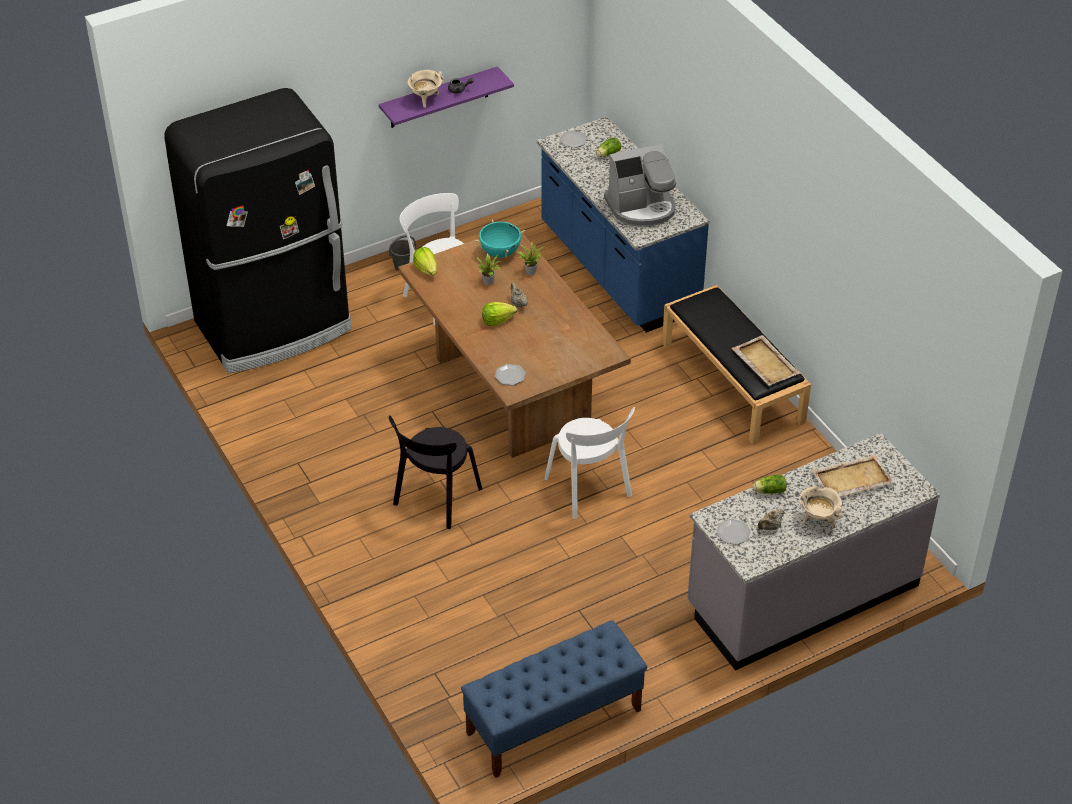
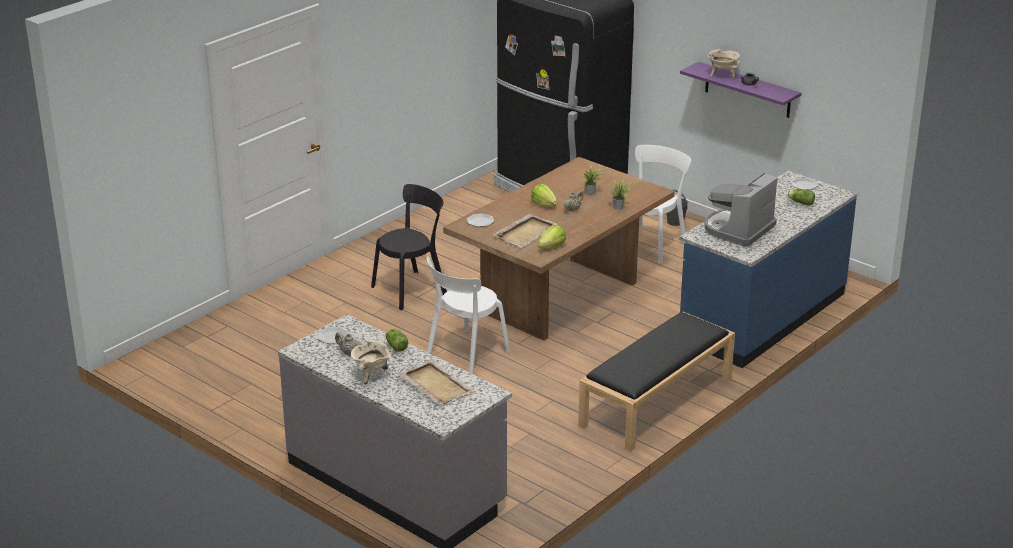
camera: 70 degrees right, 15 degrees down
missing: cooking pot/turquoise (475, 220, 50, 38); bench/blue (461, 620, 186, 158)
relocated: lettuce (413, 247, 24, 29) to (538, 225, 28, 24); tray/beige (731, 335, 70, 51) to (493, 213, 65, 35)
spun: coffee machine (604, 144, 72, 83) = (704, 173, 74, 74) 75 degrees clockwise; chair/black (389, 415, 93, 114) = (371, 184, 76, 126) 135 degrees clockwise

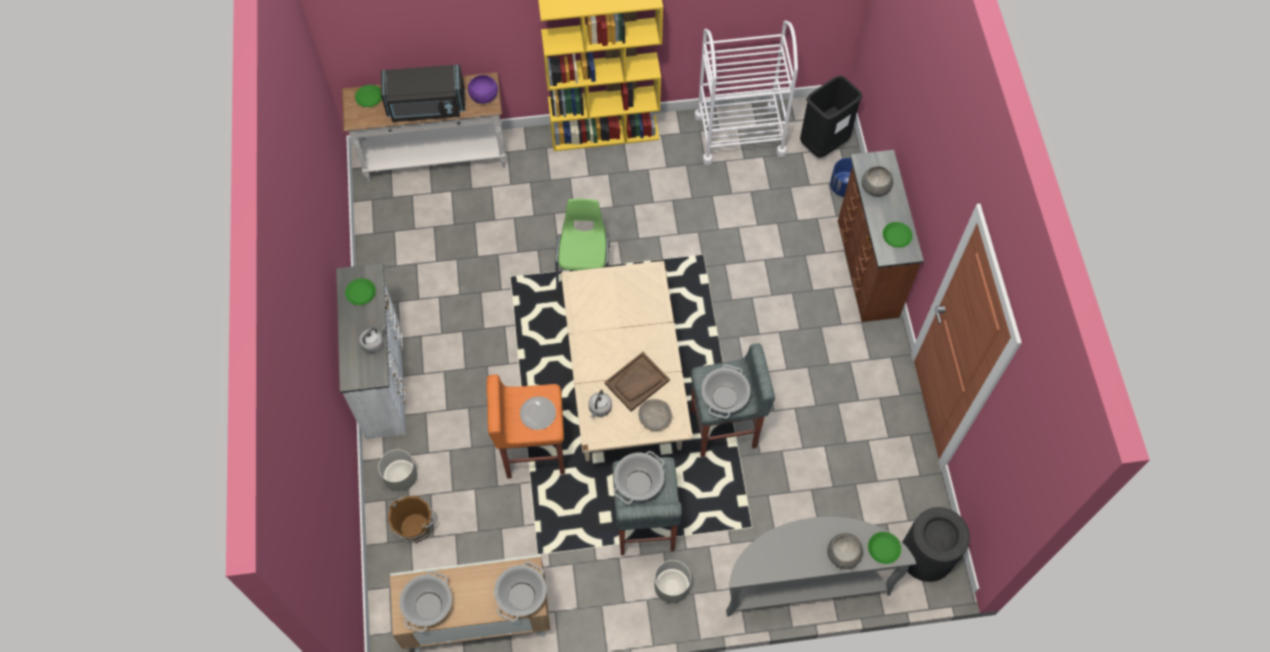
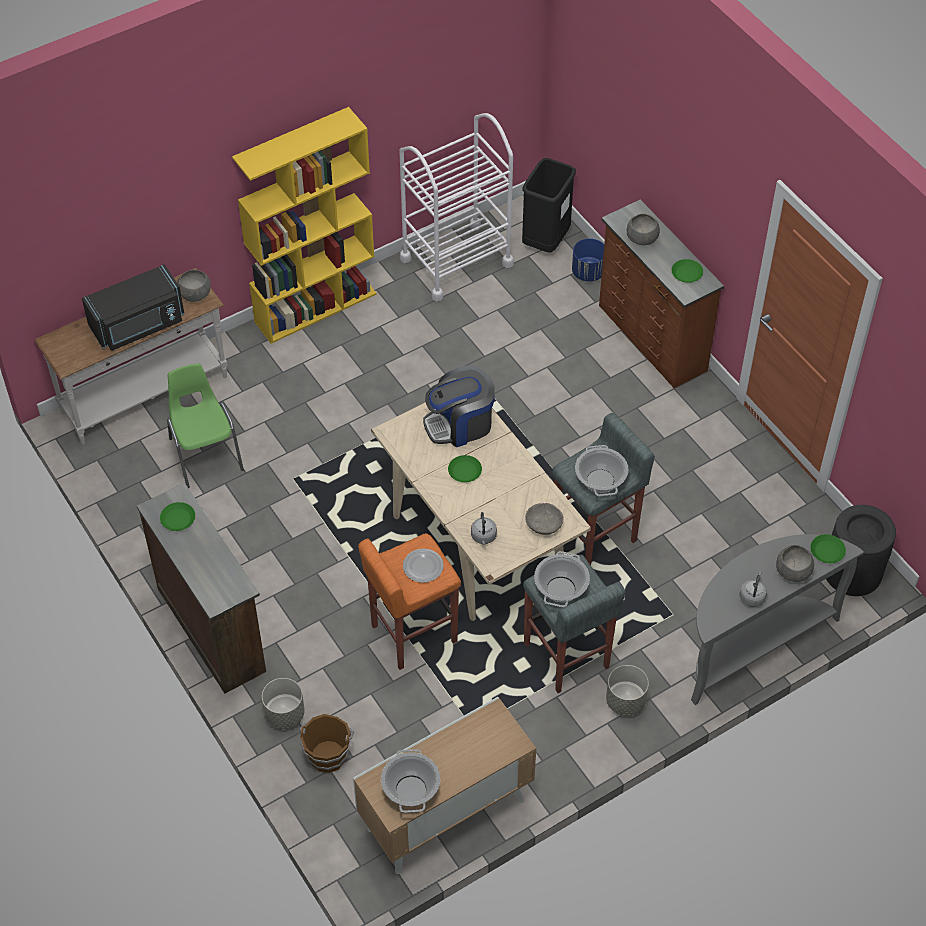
camera: 25 degrees left, 10 degrees down
missing: tray/brown (605, 352, 65, 60); cooking pot (494, 561, 52, 61)
appeared: coffee machine (423, 365, 71, 82)
relocated: plate/green (355, 85, 27, 22) to (448, 455, 34, 27); chair/green (555, 198, 55, 97) to (167, 363, 77, 125); kettle/grey (359, 326, 26, 27) to (740, 572, 27, 35)
colour: bowl/purple (468, 75, 30, 29) to bowl/grey (177, 270, 34, 32); dresser/white (336, 263, 70, 176) to dresser/brown (137, 483, 129, 210)

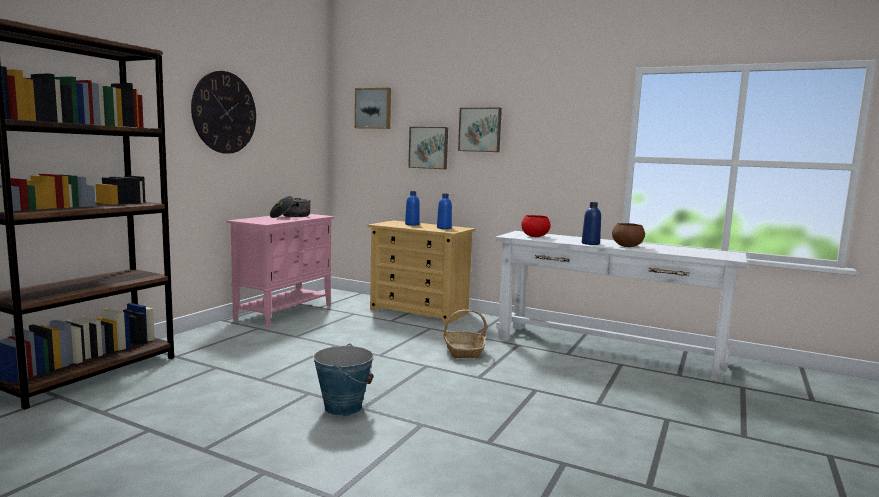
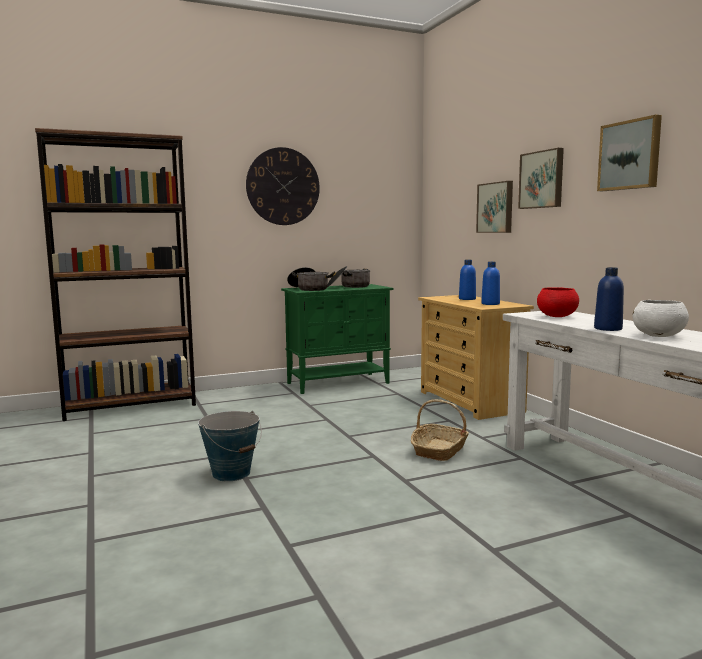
camera: 40 degrees right, 0 degrees up
appeared: cooking pot (287, 267, 47, 24)
relocated: picture (355, 88, 36, 41) to (597, 115, 65, 76)
colour: cabinet/pink (226, 214, 109, 114) to cabinet/green (281, 284, 112, 110); bowl/brown (612, 223, 33, 24) to bowl/white (633, 300, 56, 37)

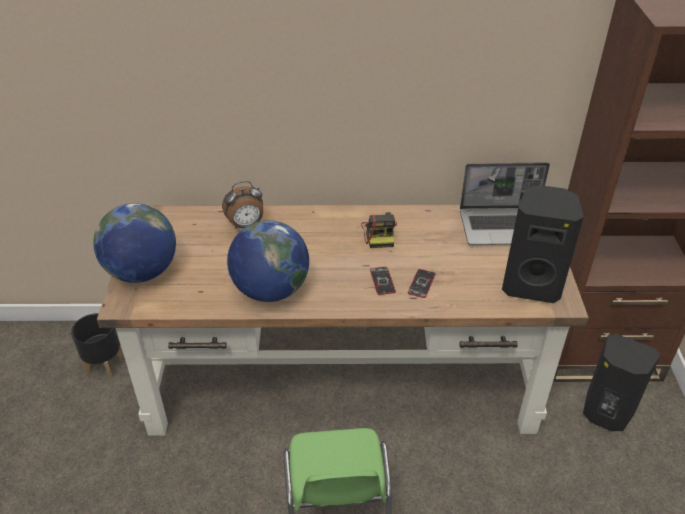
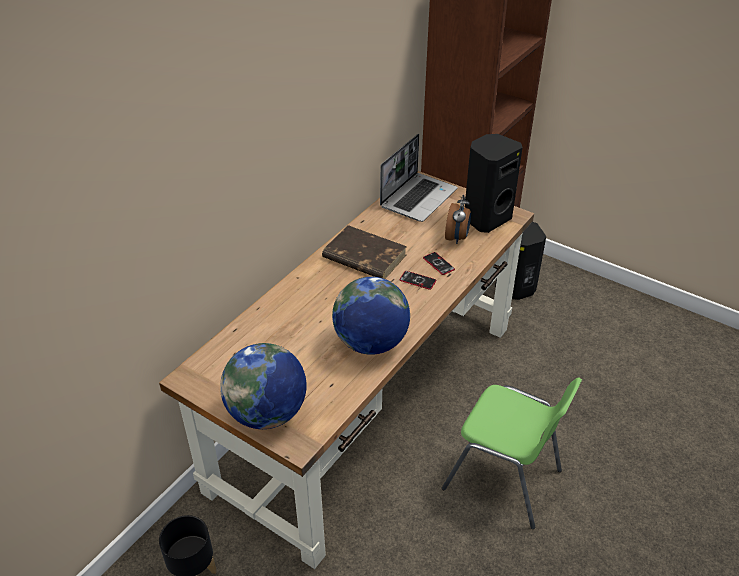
camera: 55 degrees left, 0 degrees up
relocated: alarm clock (222, 181, 41, 48) to (445, 195, 26, 49)
exchanged: photo camera (361, 212, 36, 36) to book/brown (322, 225, 85, 54)

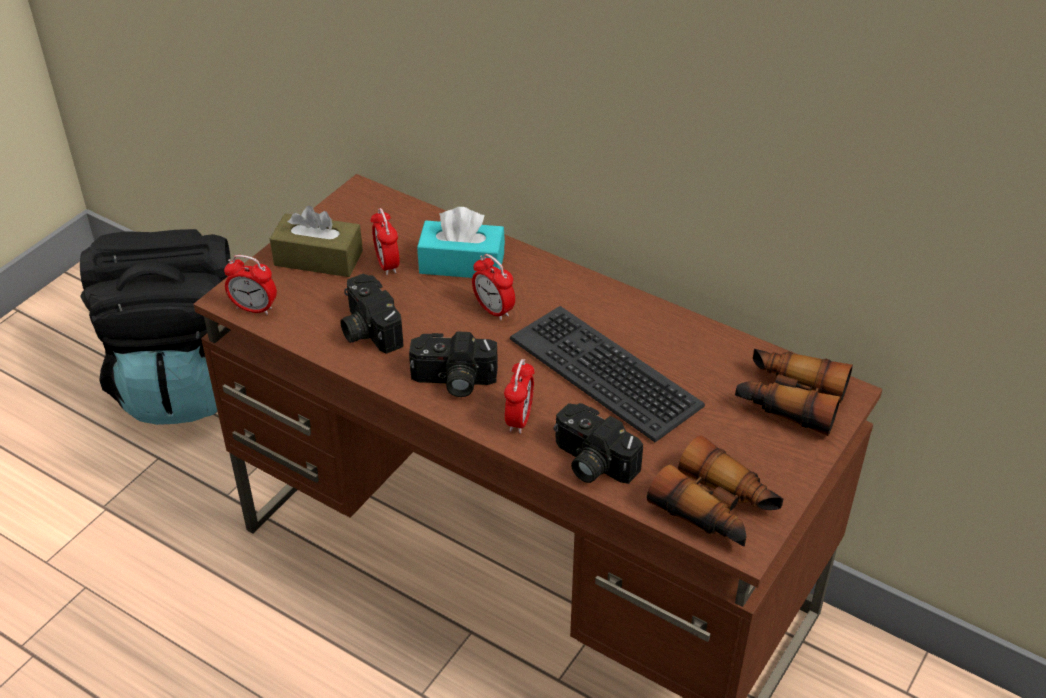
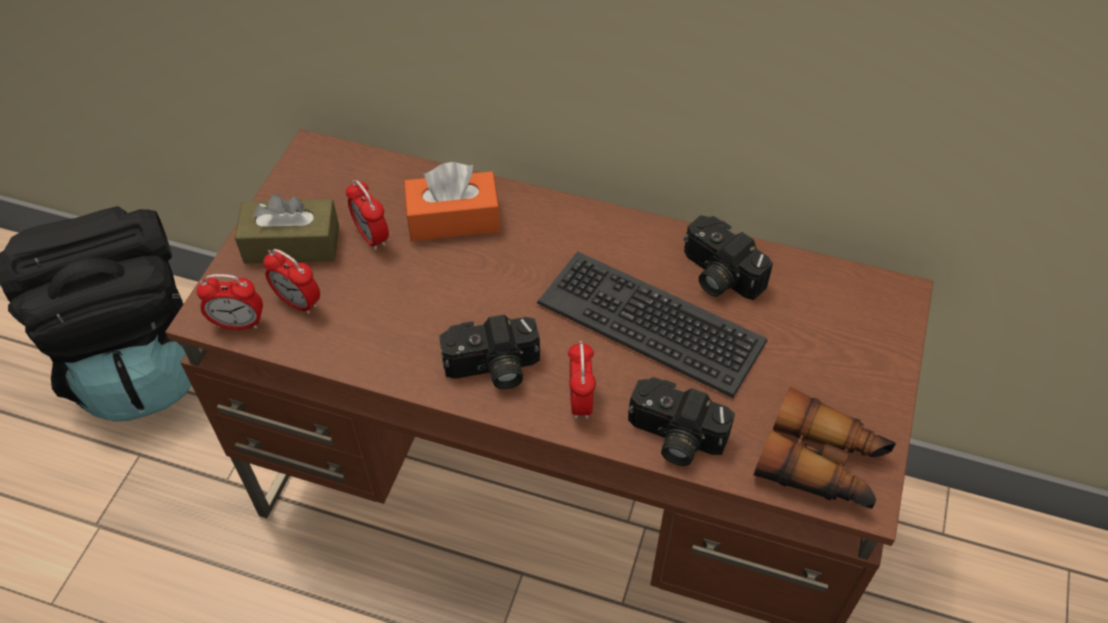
camera: 15 degrees left, 10 degrees up
missing: binoculars (735, 349, 118, 87)
relocated: alarm clock (472, 254, 43, 66) to (263, 249, 57, 65); photo camera (340, 273, 63, 81) to (684, 215, 89, 85)
colour: tissue box/turquoise (417, 207, 88, 71) to tissue box/orange (404, 162, 96, 79)

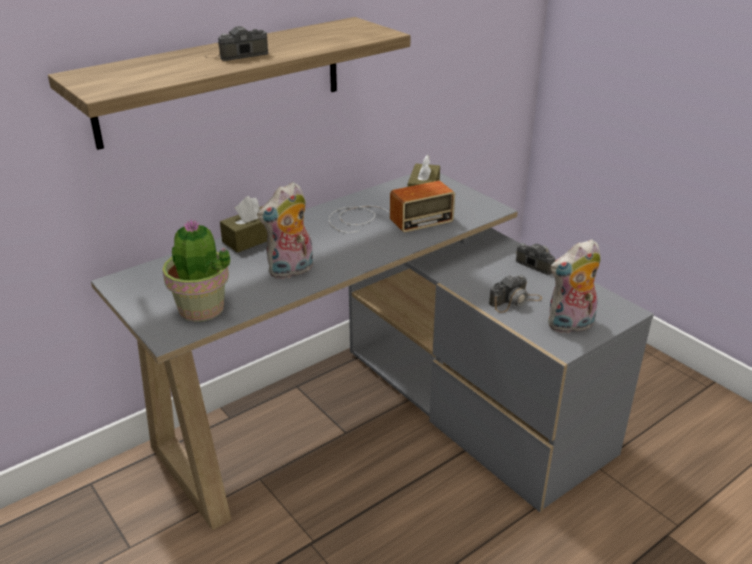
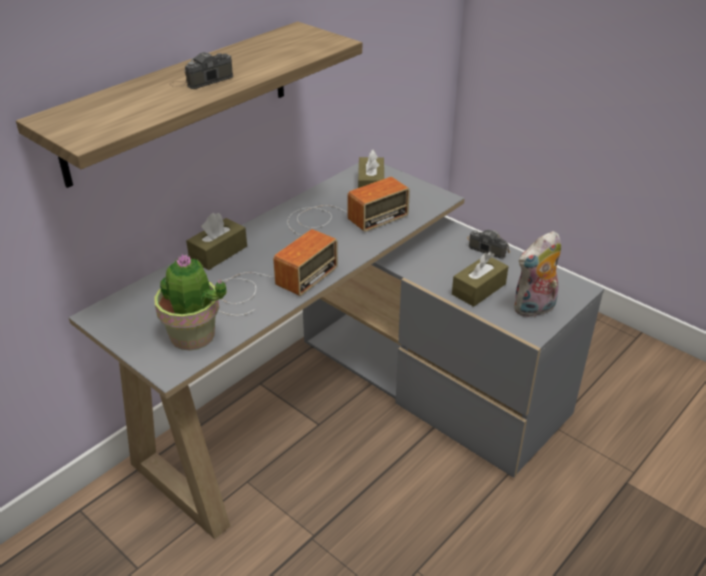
camera: 10 degrees left, 5 degrees up
exchanged: plush toy (257, 182, 56, 97) to radio (214, 229, 124, 87); photo camera (489, 275, 53, 38) to tissue box/brown (452, 252, 57, 55)

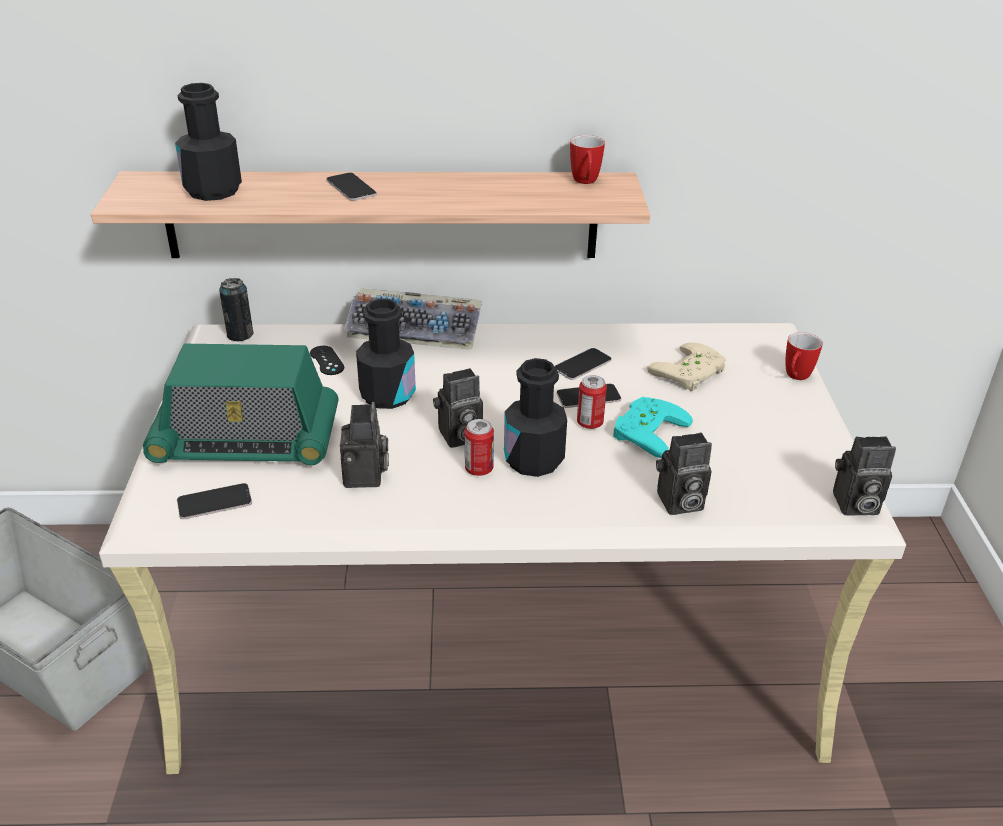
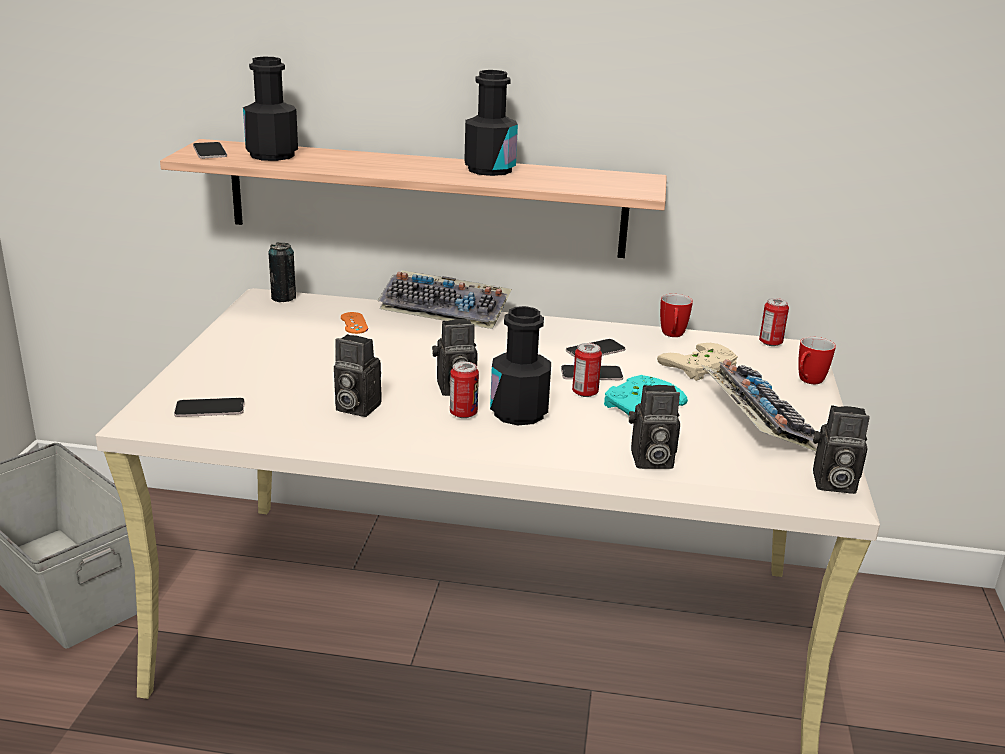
camera: 10 degrees right, 10 degrees down
missing: radio (143, 344, 195, 121)
appeared: can (759, 298, 30, 48); keyboard (702, 359, 115, 92)
relocated: mug (570, 135, 35, 49) to (660, 294, 33, 43); phone (326, 172, 51, 29) to (193, 142, 34, 17); bottle/black (356, 299, 60, 110) to (464, 70, 54, 106)
colour: game controller/black (310, 346, 34, 29) to game controller/orange (341, 312, 27, 22)
spun: photo camera (340, 402, 49, 86) = (334, 334, 48, 83) 105 degrees clockwise

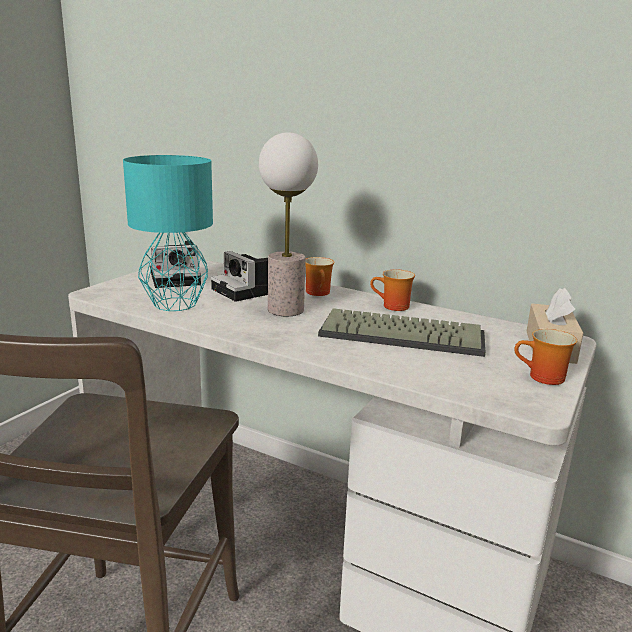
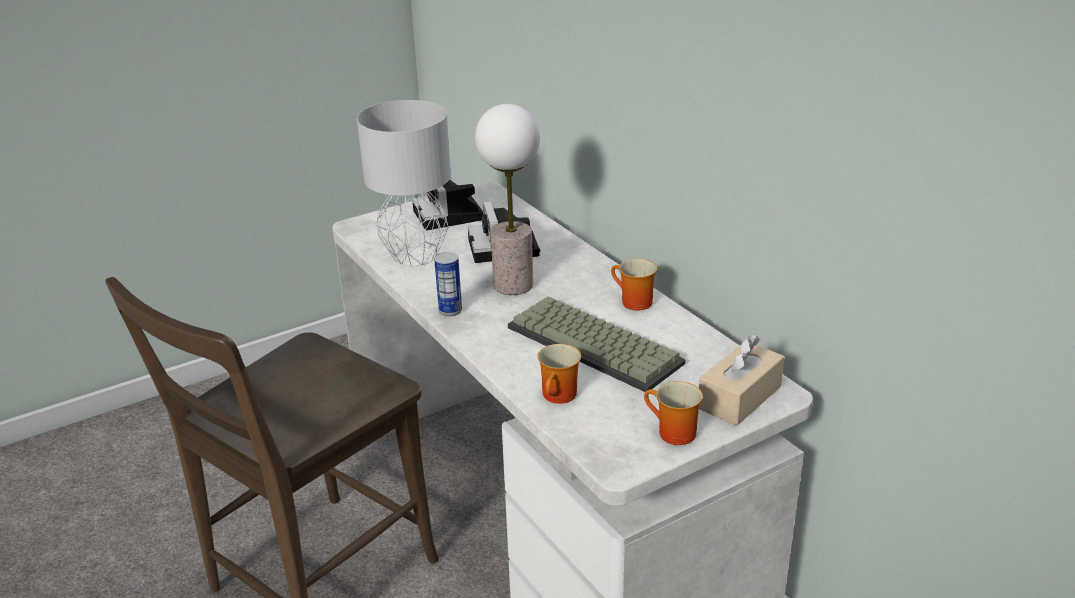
camera: 30 degrees right, 10 degrees up
appeared: can (434, 252, 28, 65)
relocated: mug (305, 257, 30, 39) to (538, 344, 43, 60)
colour: table lamp/turquoise (123, 155, 90, 156) to table lamp/grey (357, 100, 94, 167)
spun: photo camera (150, 240, 51, 48) = (412, 180, 71, 51) 60 degrees clockwise

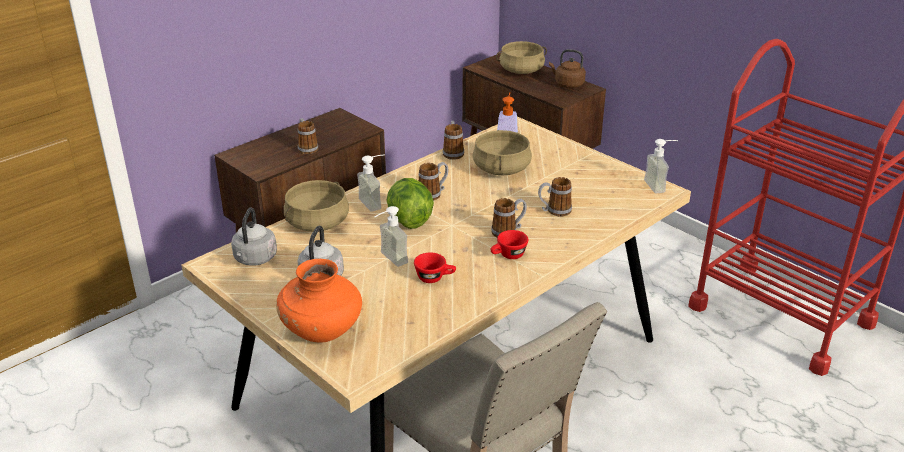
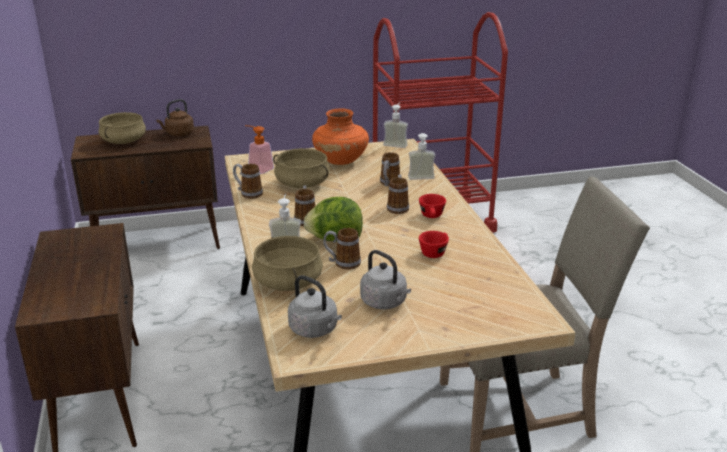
camera: 60 degrees left, 5 degrees down
relocated: mug (298, 118, 20, 36) to (323, 228, 38, 42); soap dispenser (375, 206, 33, 61) to (408, 133, 28, 47); vase/orange (276, 259, 86, 84) to (312, 108, 57, 57)

